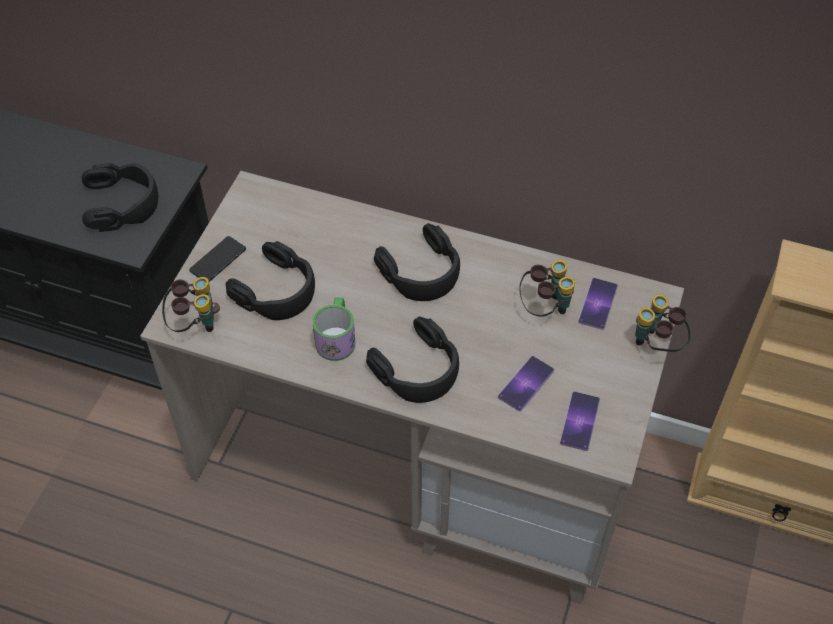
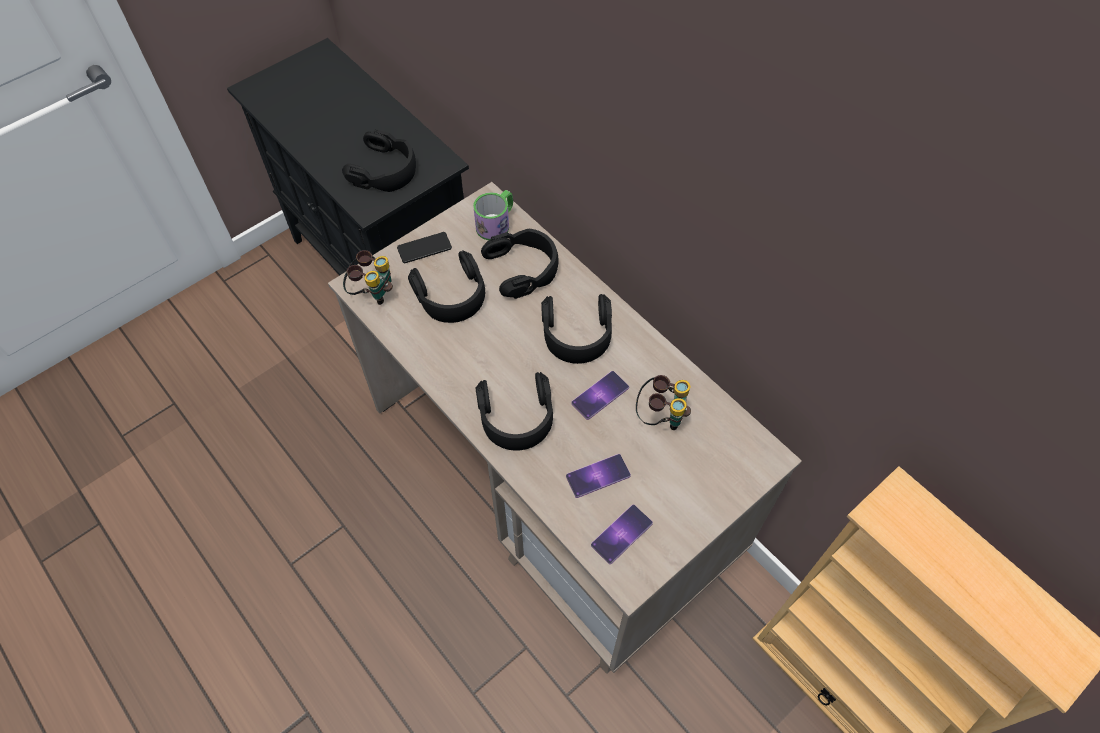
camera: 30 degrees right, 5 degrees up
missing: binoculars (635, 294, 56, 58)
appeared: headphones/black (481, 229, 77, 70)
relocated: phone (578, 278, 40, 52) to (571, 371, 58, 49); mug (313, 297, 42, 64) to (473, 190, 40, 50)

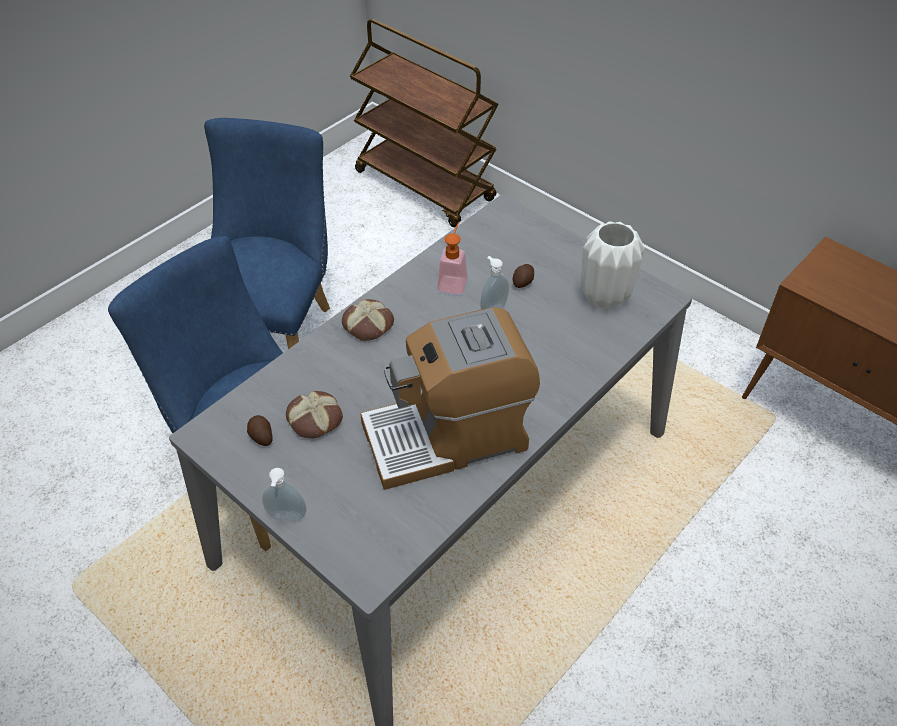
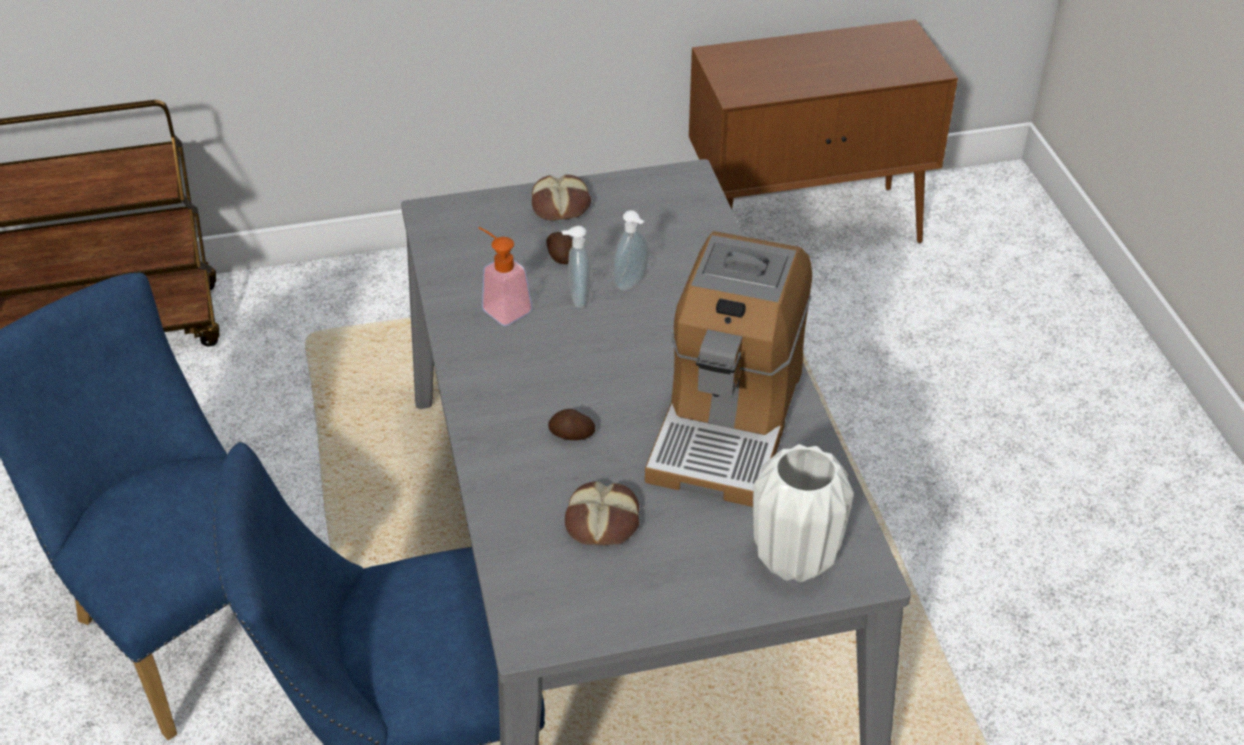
camera: 55 degrees left, 5 degrees down
relocated: vase/white (581, 221, 64, 88) to (753, 444, 101, 138); bread (342, 299, 52, 42) to (532, 175, 59, 46); potato (247, 415, 26, 31) to (548, 409, 47, 31); soap dispenser (262, 468, 45, 55) to (613, 210, 36, 81)

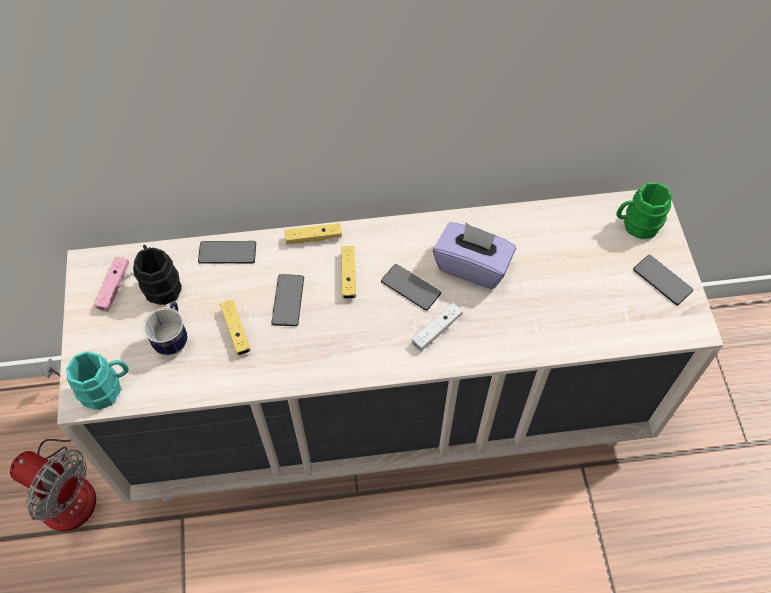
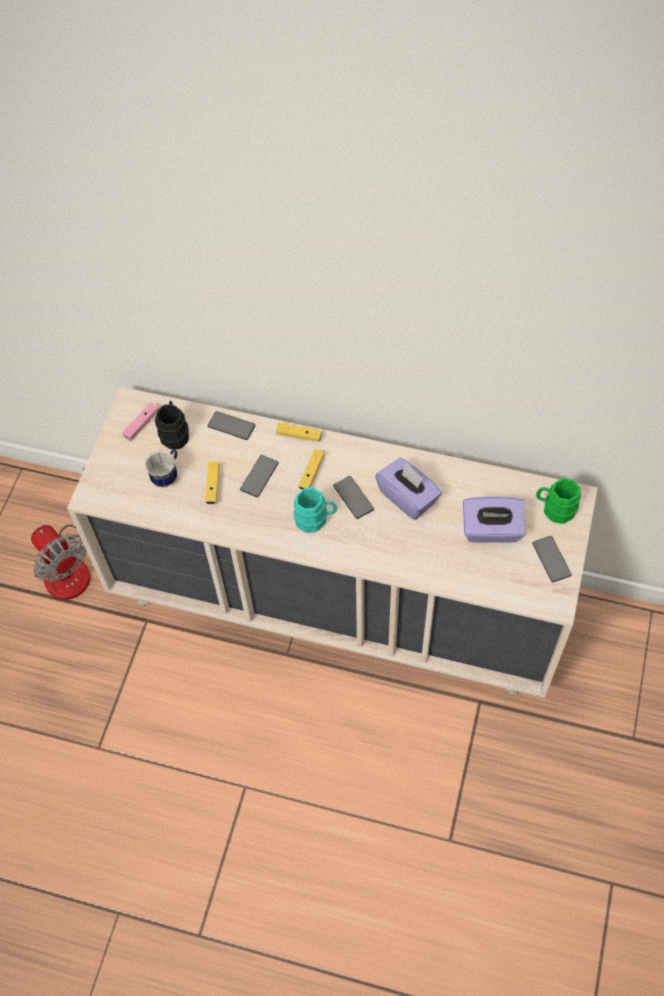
camera: 25 degrees right, 0 degrees up
missing: game controller/white (412, 303, 51, 48)
appeared: tissue box/purple (463, 496, 63, 47)
relocated: mug/turquoise (66, 351, 63, 59) to (293, 488, 44, 45)

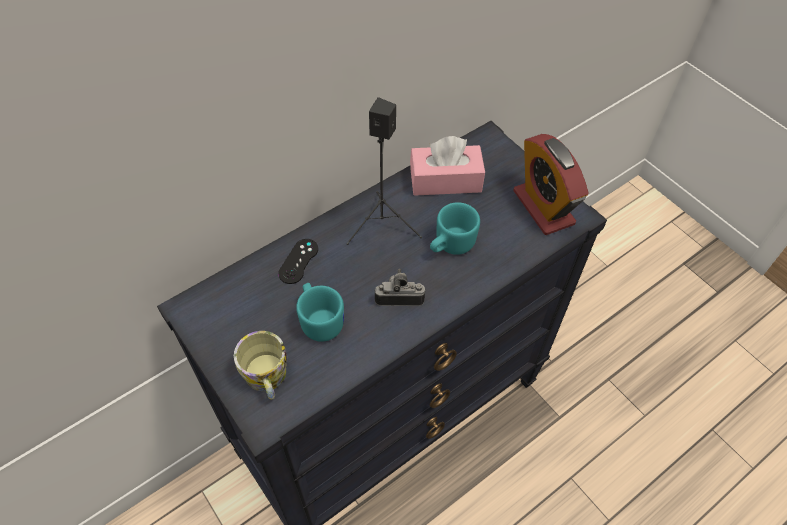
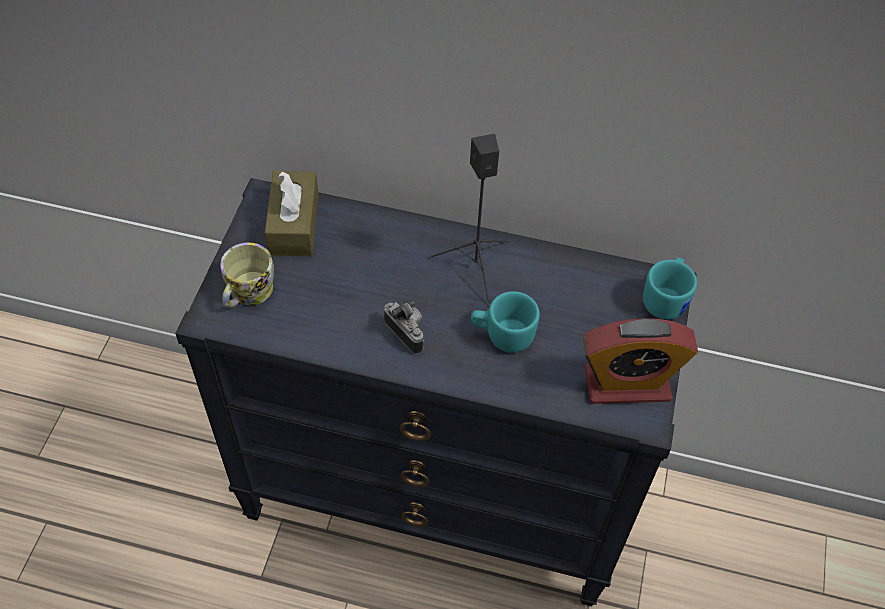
camera: 50 degrees right, 0 degrees up
missing: tissue box/pink (410, 136, 75, 60); game controller/black (278, 239, 40, 45)
appeared: tissue box/brown (265, 171, 54, 85)
relocated: mug/turquoise (296, 283, 48, 59) to (643, 258, 54, 61)
spun: alarm clock (513, 134, 76, 101) = (583, 318, 115, 86) 120 degrees counterclockwise

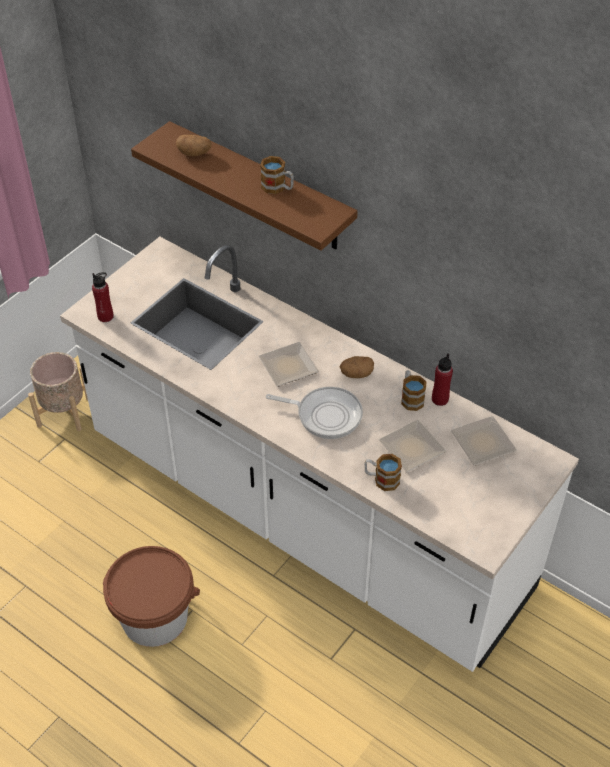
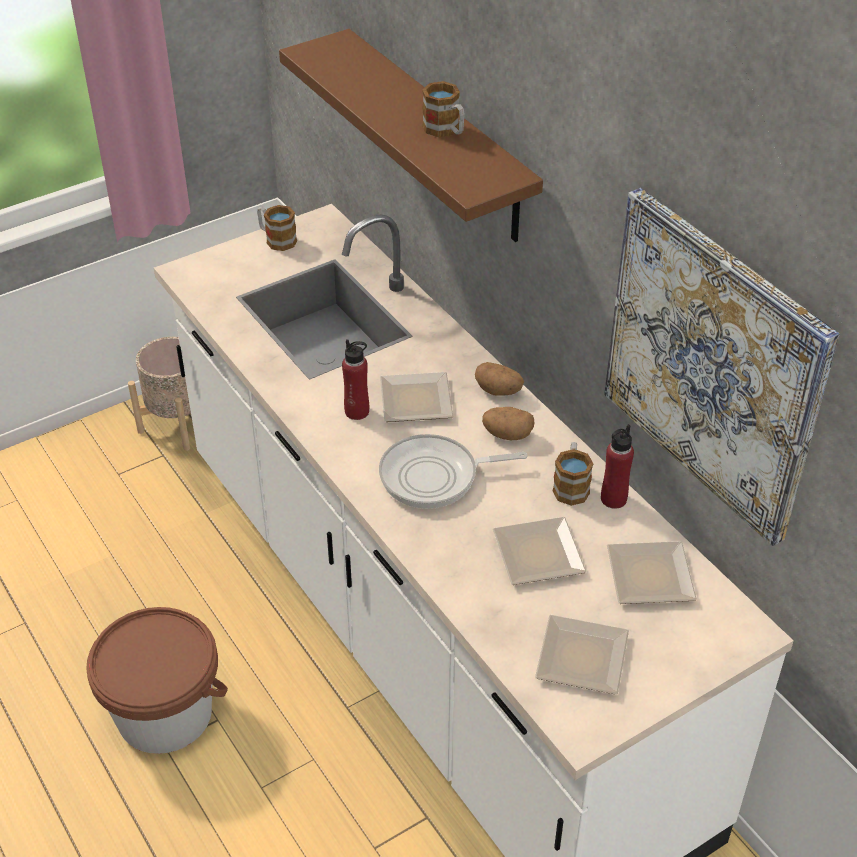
camera: 20 degrees right, 5 degrees down
appeared: picture (604, 188, 235, 358); plate (535, 615, 94, 80)
relocated: potato (176, 135, 35, 22) to (475, 362, 49, 34); bottle/red (92, 272, 22, 50) to (342, 339, 27, 81); mug (364, 454, 38, 37) to (257, 205, 40, 46)
spun: frying pan (266, 387, 97, 52) = (379, 434, 149, 75) 135 degrees clockwise

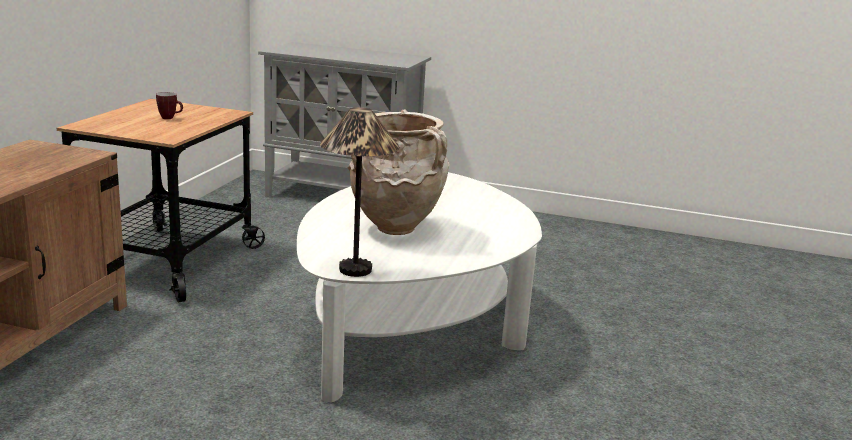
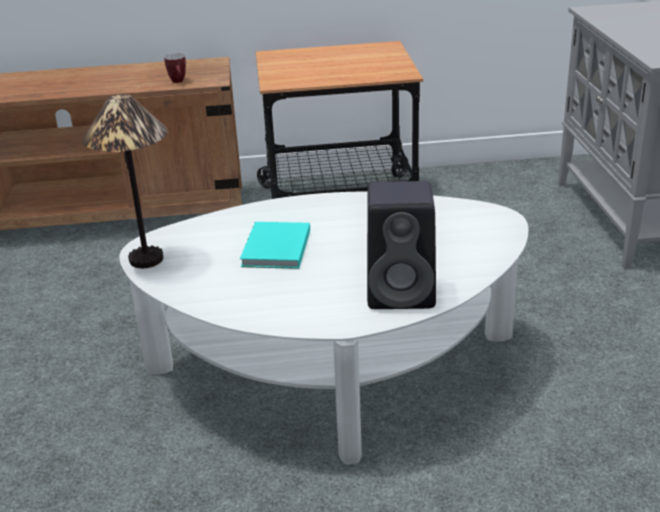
camera: 70 degrees right, 10 degrees up
appeared: speaker/black (367, 181, 69, 128)
relocated: mug (156, 92, 27, 27) to (164, 54, 22, 29)
exchanged: vase/beige (348, 109, 102, 126) to book/turquoise (240, 222, 70, 47)

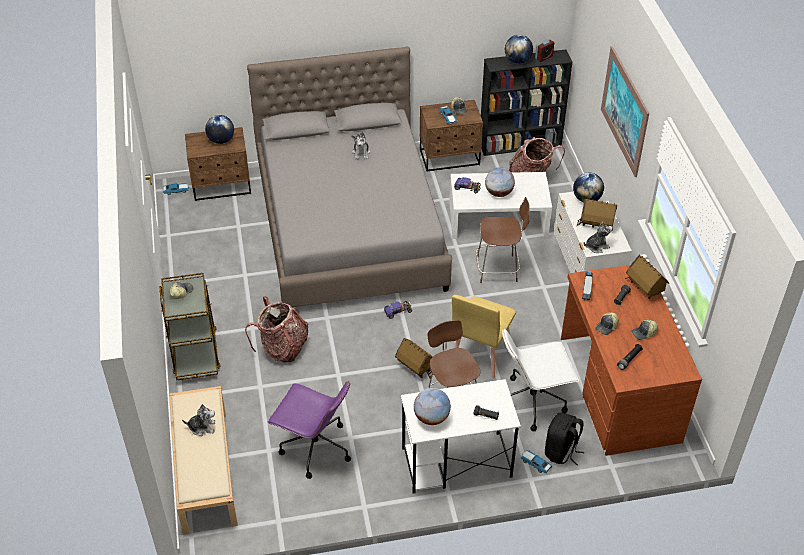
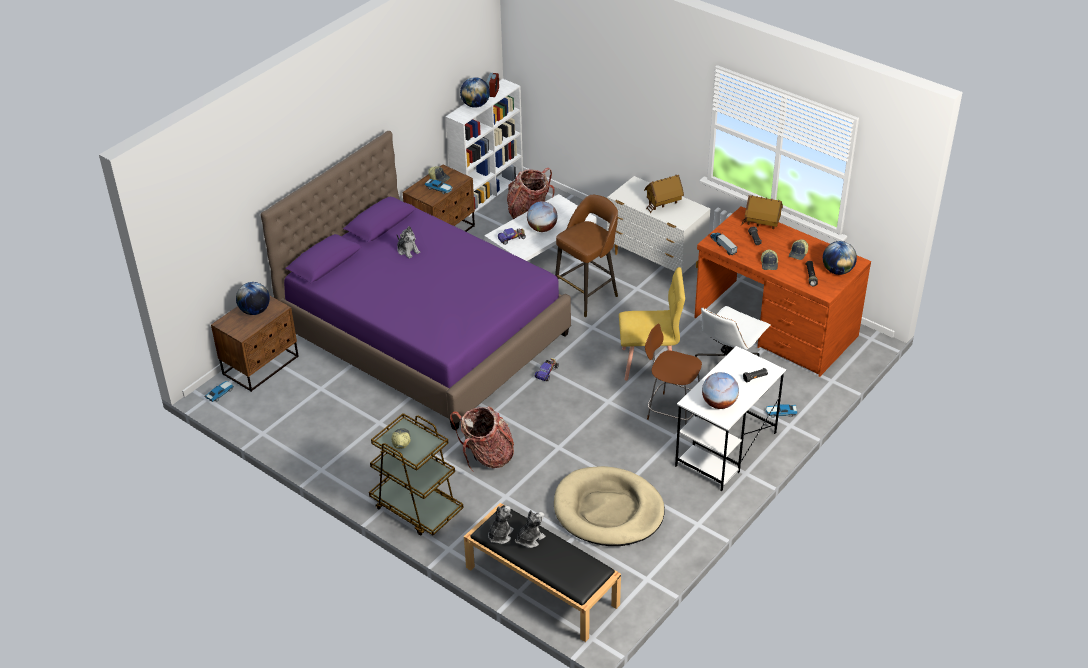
camera: 40 degrees left, 5 degrees down
missing: picture (601, 46, 48, 131); toy house (395, 338, 39, 40); backpack/black (545, 412, 39, 53)
relocated: globe (573, 173, 31, 30) to (823, 241, 34, 34); plush toy (584, 221, 29, 32) to (488, 506, 26, 38)
exchanged: chair/brown (476, 197, 54, 86) to stool/brown (555, 195, 63, 122); office chair/purple (267, 381, 84, 98) to dog bed/beige (554, 466, 111, 80)
colour: bed/grey (247, 46, 205, 261) to bed/purple (261, 131, 310, 300); bookcase/black (481, 50, 91, 106) to bookcase/white (446, 79, 77, 138); bench/beige (169, 386, 69, 149) to bench/black (464, 503, 157, 139)
spun: chair/yellow (452, 295, 64, 83) = (619, 267, 66, 114) 75 degrees counterclockwise

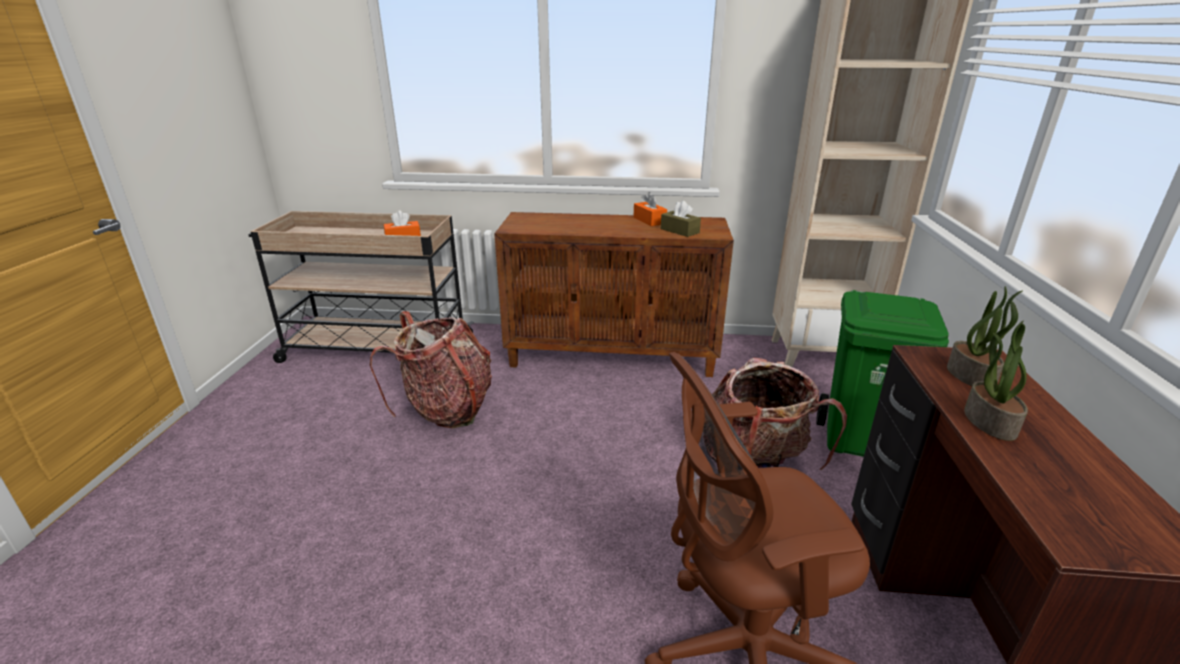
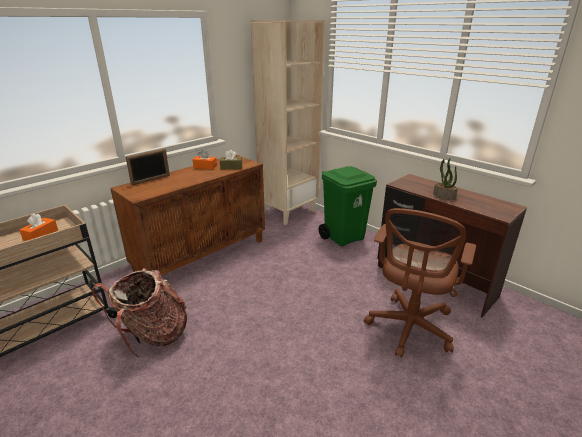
camera: 50 degrees left, 0 degrees up
missing: potted plant (947, 286, 76, 100); backpack (706, 357, 141, 113)
appeared: picture frame (126, 149, 44, 36)

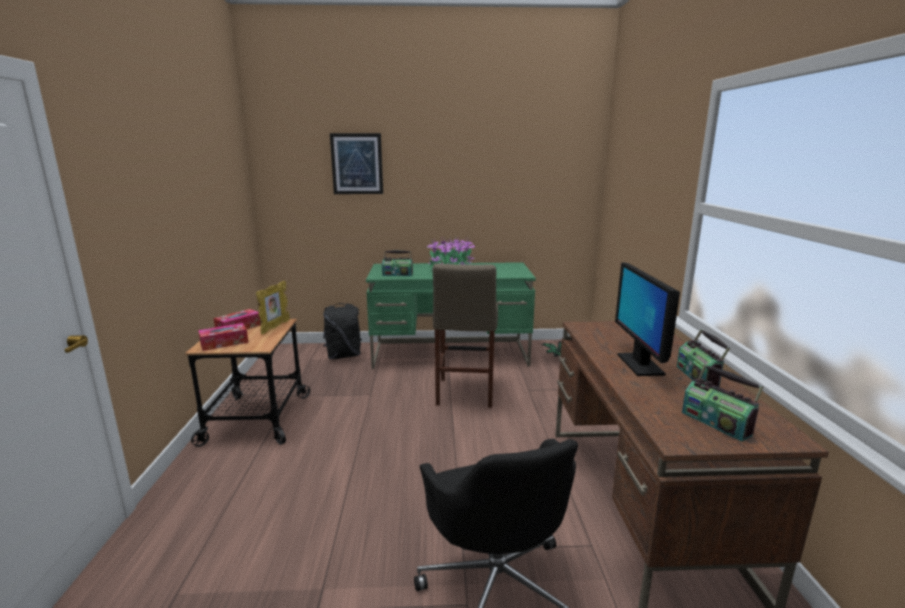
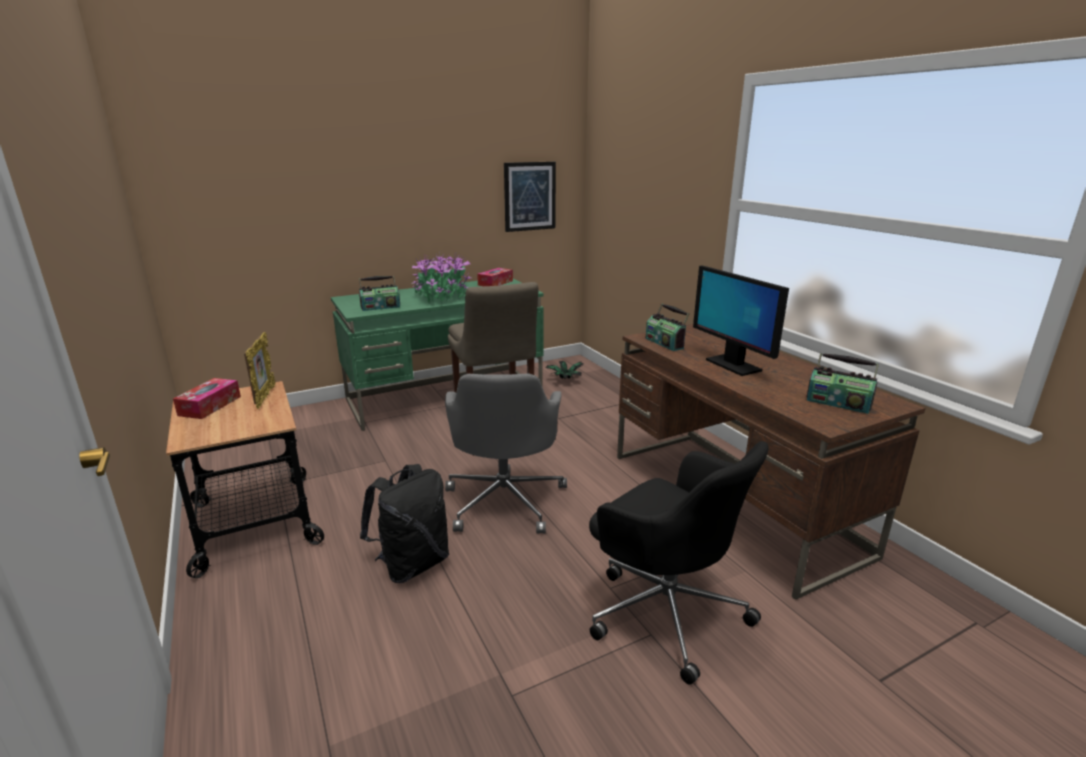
camera: 25 degrees left, 5 degrees up
appeared: office chair/grey (445, 374, 122, 159)
relocated: picture (330, 133, 53, 61) to (504, 162, 52, 70); backpack/black (323, 303, 39, 56) to (360, 464, 89, 119); tissue box (198, 323, 50, 28) to (477, 268, 36, 18); radio (677, 329, 53, 58) to (646, 303, 43, 48)

